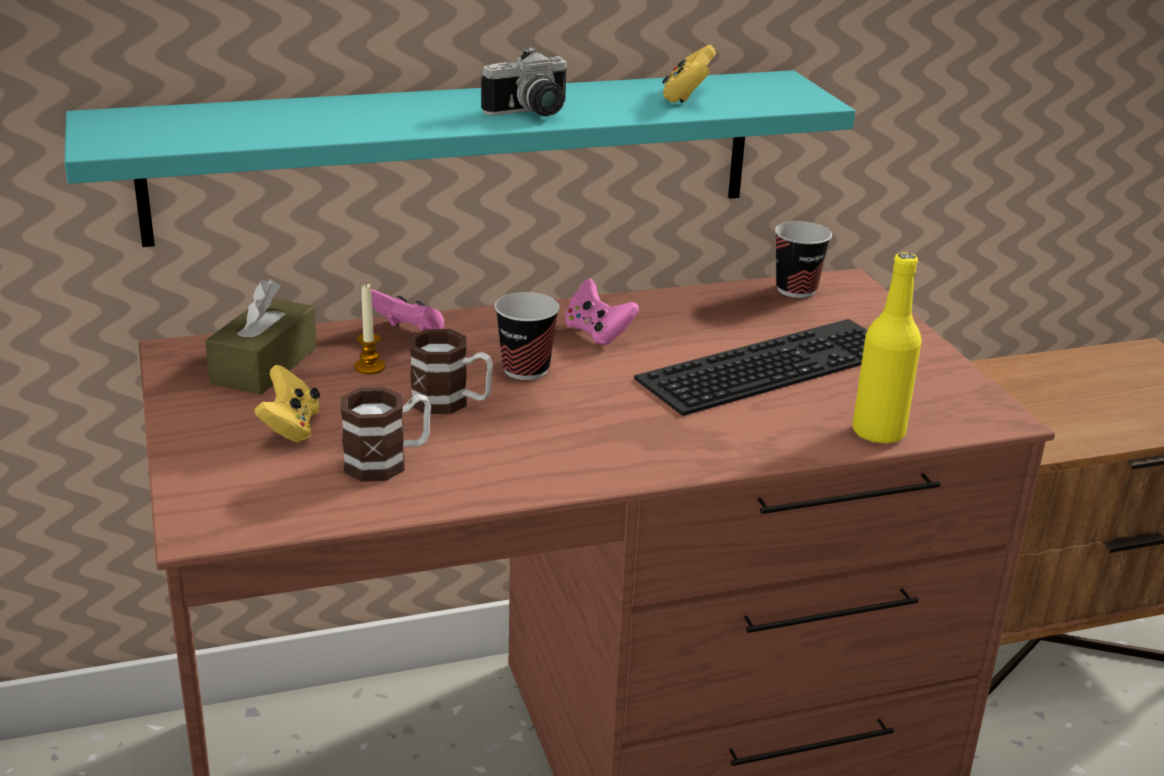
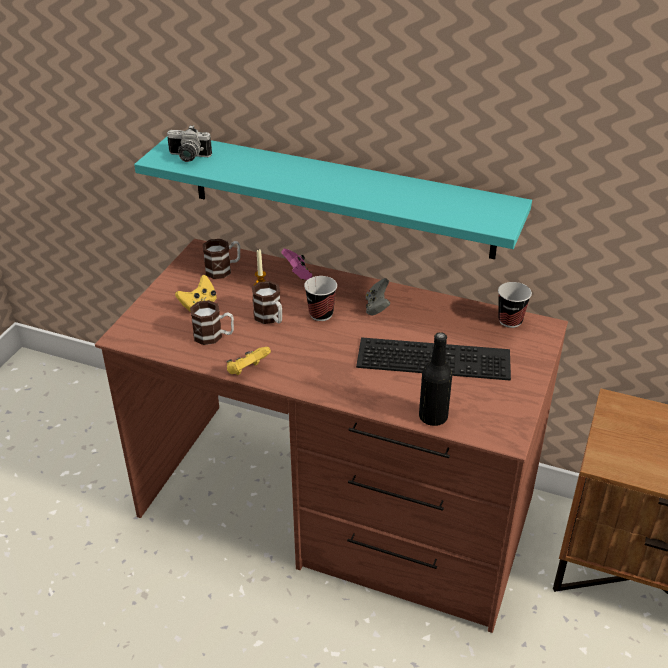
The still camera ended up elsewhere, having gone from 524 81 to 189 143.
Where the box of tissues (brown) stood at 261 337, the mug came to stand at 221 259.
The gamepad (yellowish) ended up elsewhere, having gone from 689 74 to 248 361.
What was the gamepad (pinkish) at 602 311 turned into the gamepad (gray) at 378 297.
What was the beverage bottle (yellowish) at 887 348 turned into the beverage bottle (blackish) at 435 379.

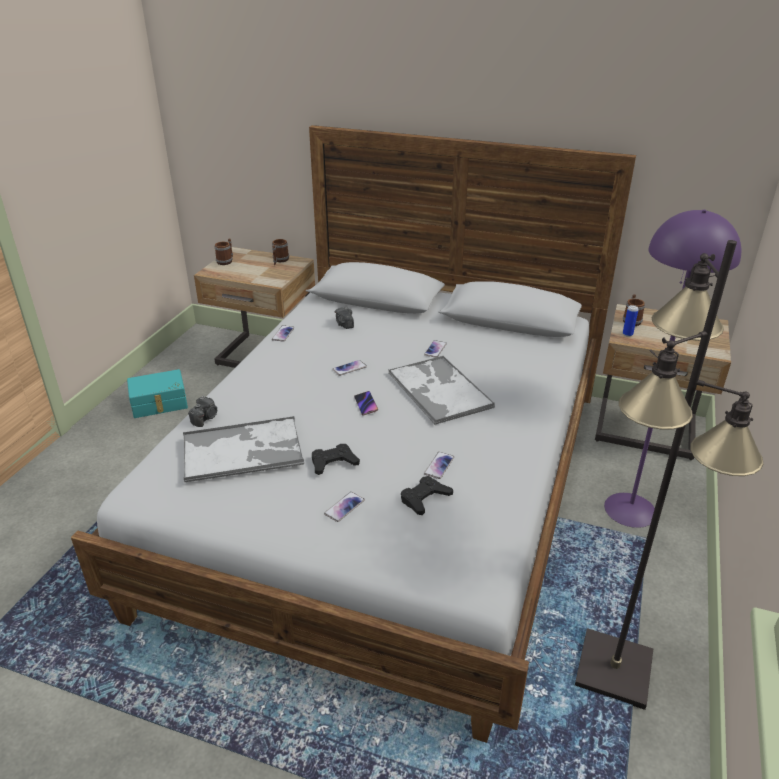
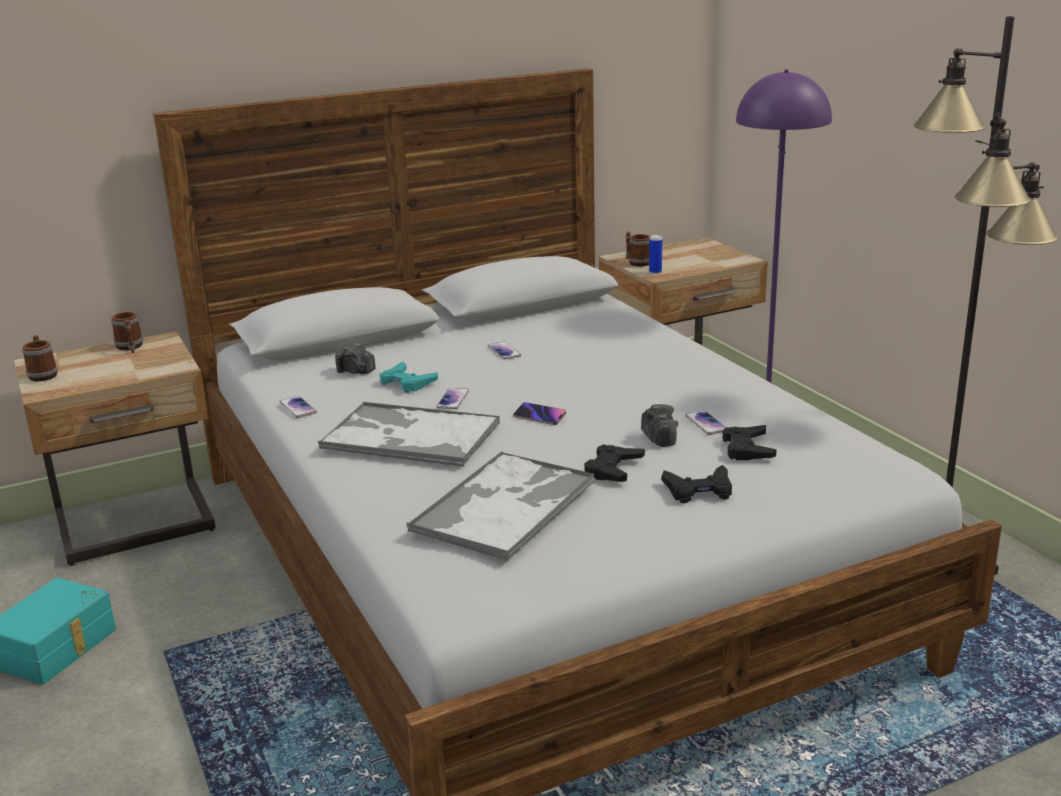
The tray ended up elsewhere, having gone from 441 390 to 408 434.
The second view gained the gamepad (turquoise) at 408 377.
The still camera ended up elsewhere, having gone from 202 411 to 659 425.
Where the phone stood at 344 507, the gamepad (blackish) came to stand at 697 484.

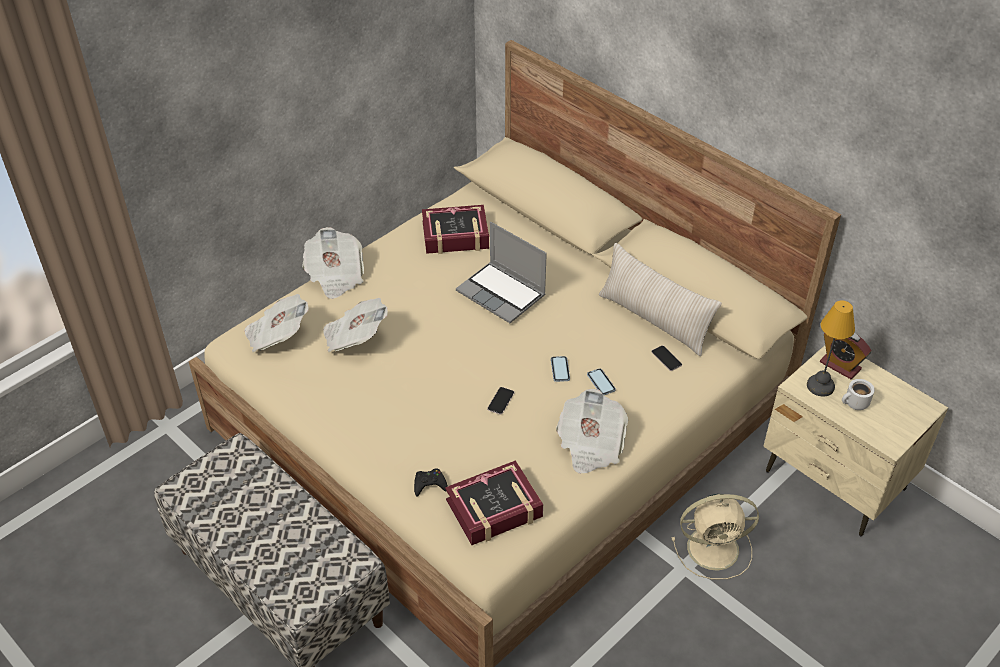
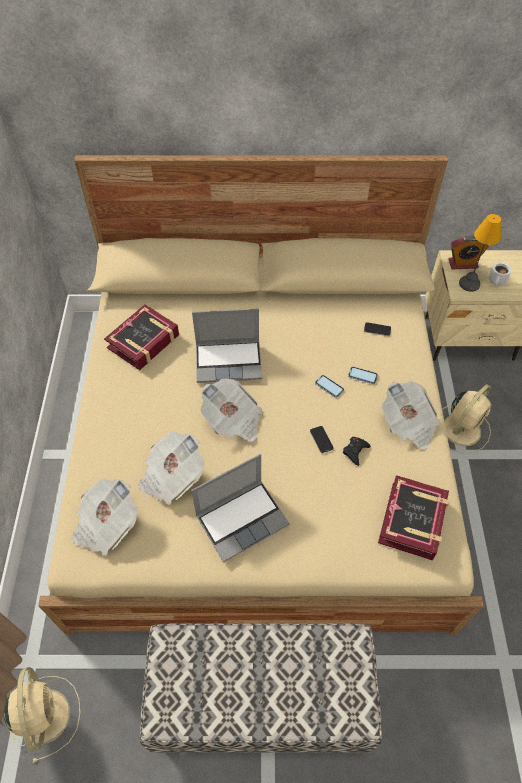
The second view gained the fan (beige) at 42 715.
The second view gained the notebook computer at 240 508.
The daily paper ended up elsewhere, having gone from 333 263 to 231 410.
The gamepad (blackish) ended up elsewhere, having gone from 431 482 to 357 451.
The second view lost the cushion (beige) at 660 299.

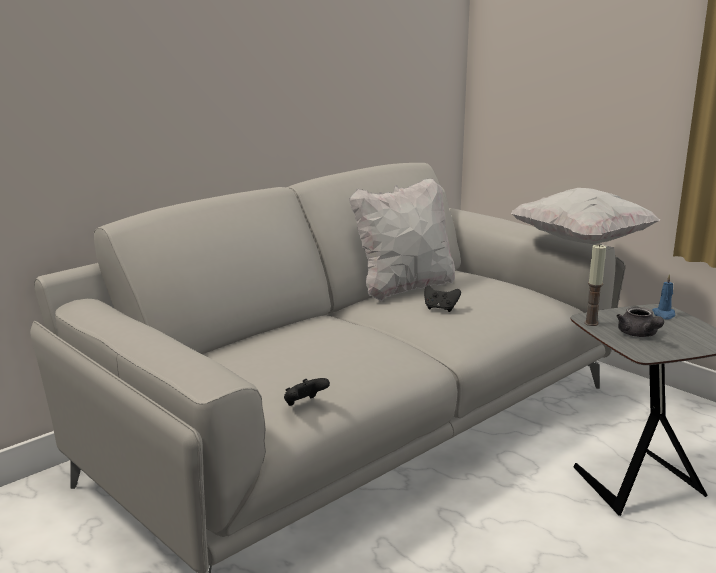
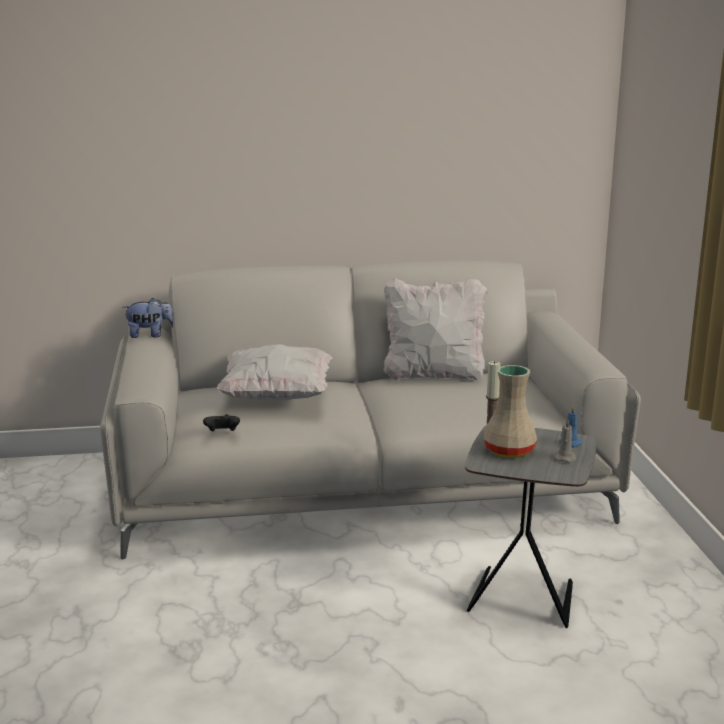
The second view gained the plush toy at 148 317.
The cushion (white) ended up elsewhere, having gone from 585 216 to 275 372.
Where the pot for tea (gray) stood at 640 322, the decorative vase (beige) came to stand at 510 411.
The second view gained the wax candle (gray) at 565 440.
The second view lost the gamepad (blackish) at 442 298.

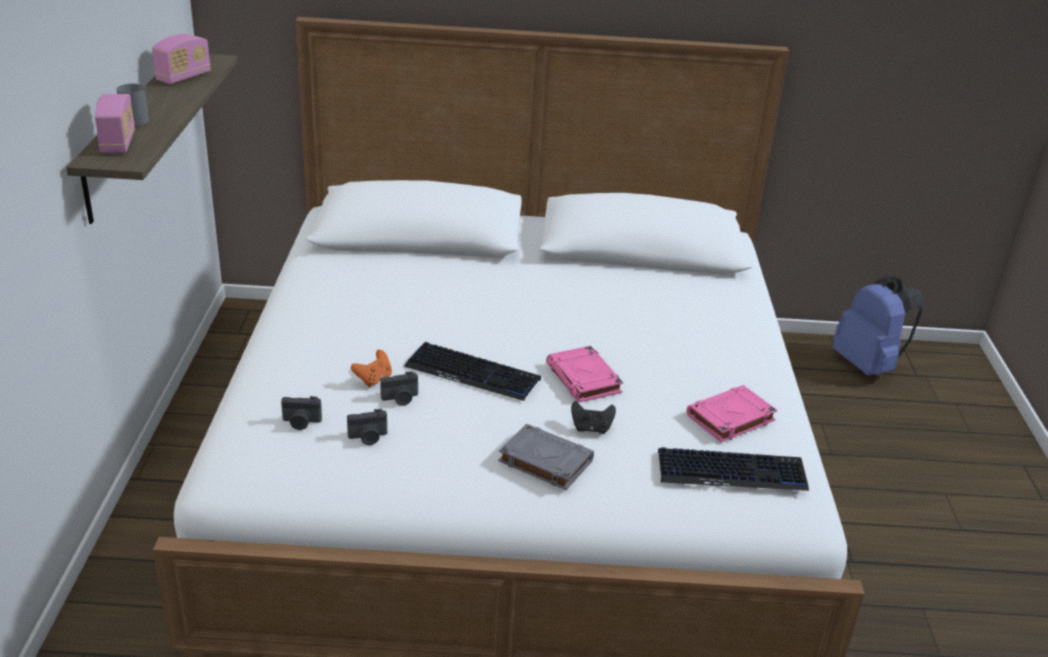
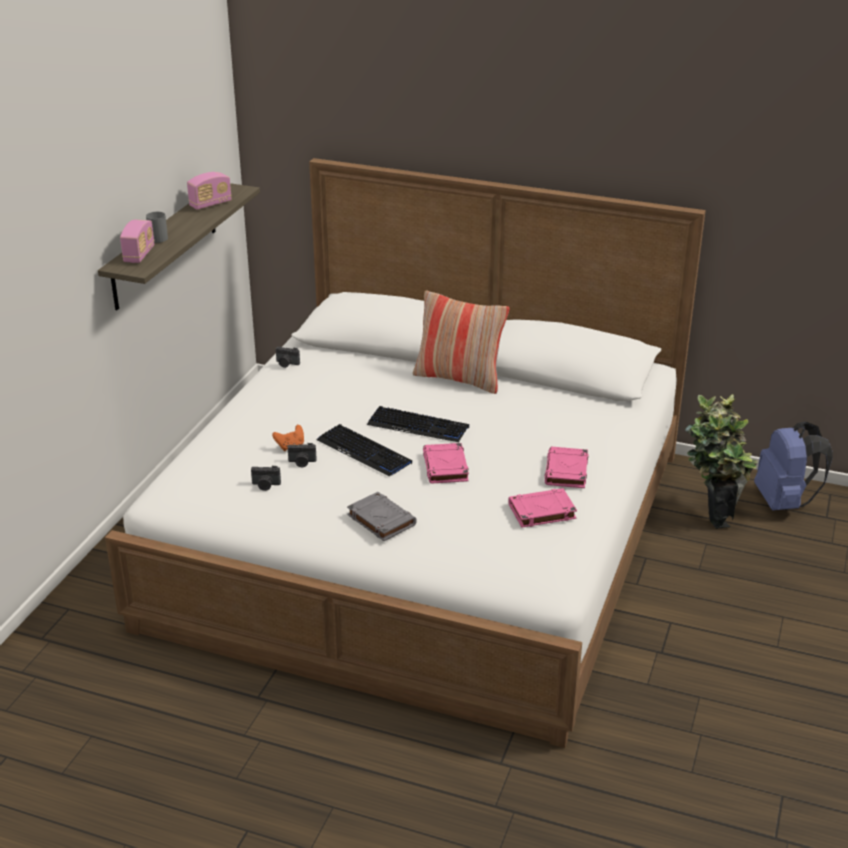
The still camera ended up elsewhere, having gone from 301 413 to 288 357.
The keyboard ended up elsewhere, having gone from 733 469 to 418 424.
The second view gained the cushion at 461 342.
The second view gained the volume (pinkish) at 567 467.
The second view gained the plant in a pot at 721 461.
The second view lost the gamepad (blackish) at 593 417.

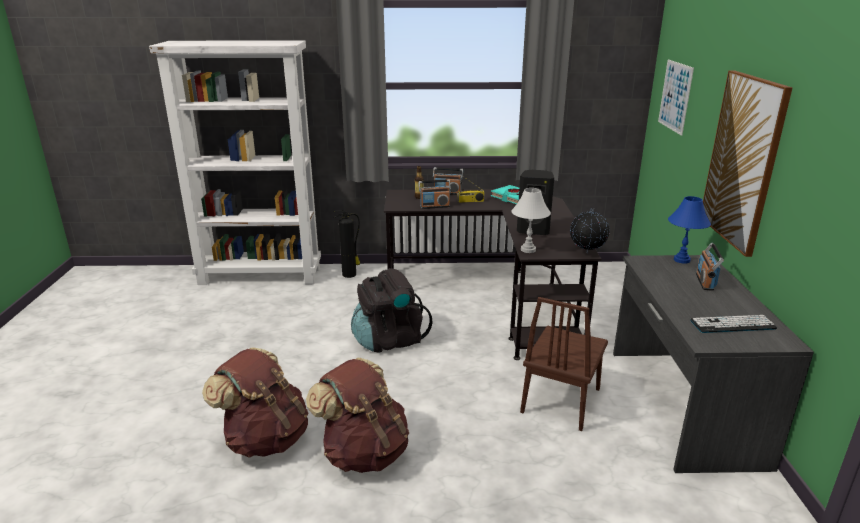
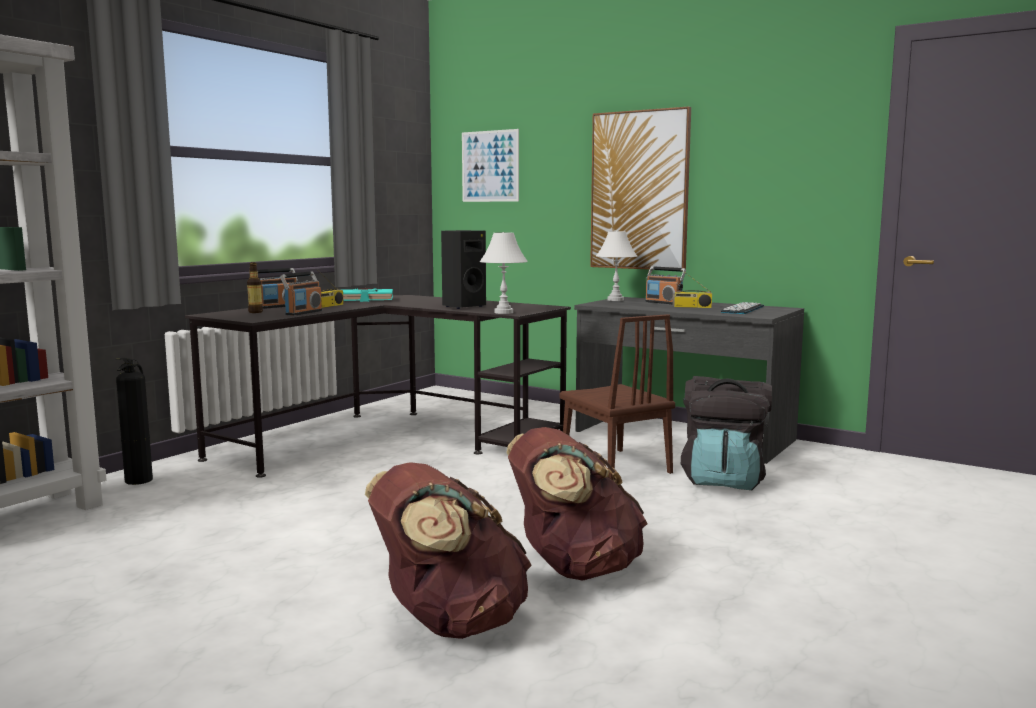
What was the table lamp (blue) at 689 230 turned into the table lamp (white) at 616 266.
The second view gained the radio at 692 289.
The rucksack (blackish) ended up elsewhere, having gone from 392 310 to 726 433.
The second view lost the world globe at 590 230.

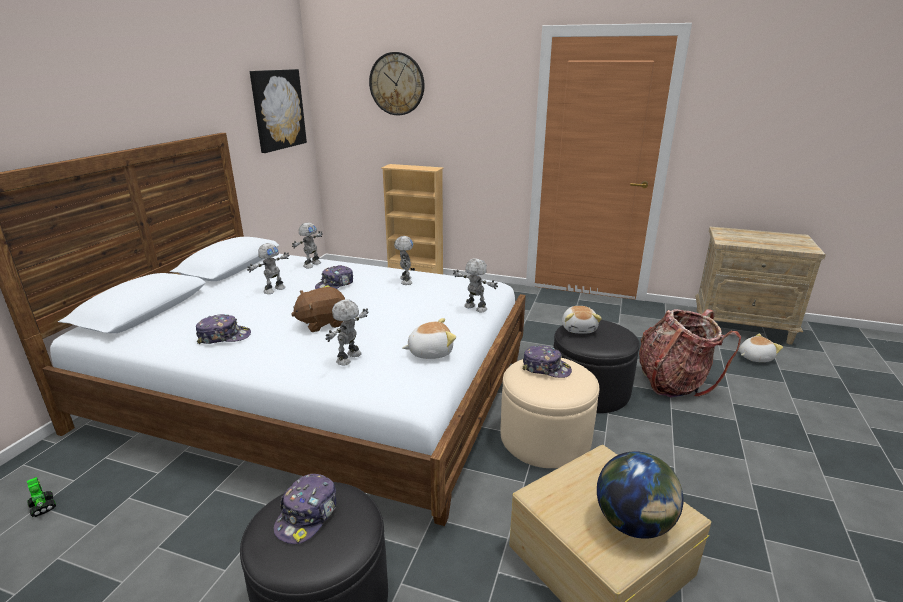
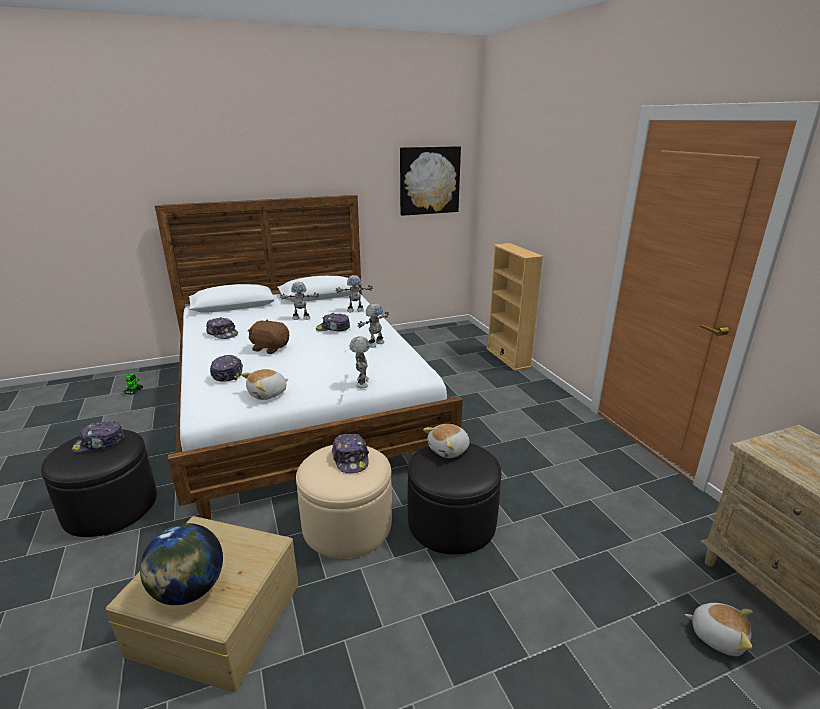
Where the robot figure stood at 347 332, the cap came to stand at 226 368.
The plush toy at 429 338 ended up facing another way, 105 degrees clockwise from before.
The second view lost the hanging clock at 396 83.
The second view lost the rucksack at 690 353.

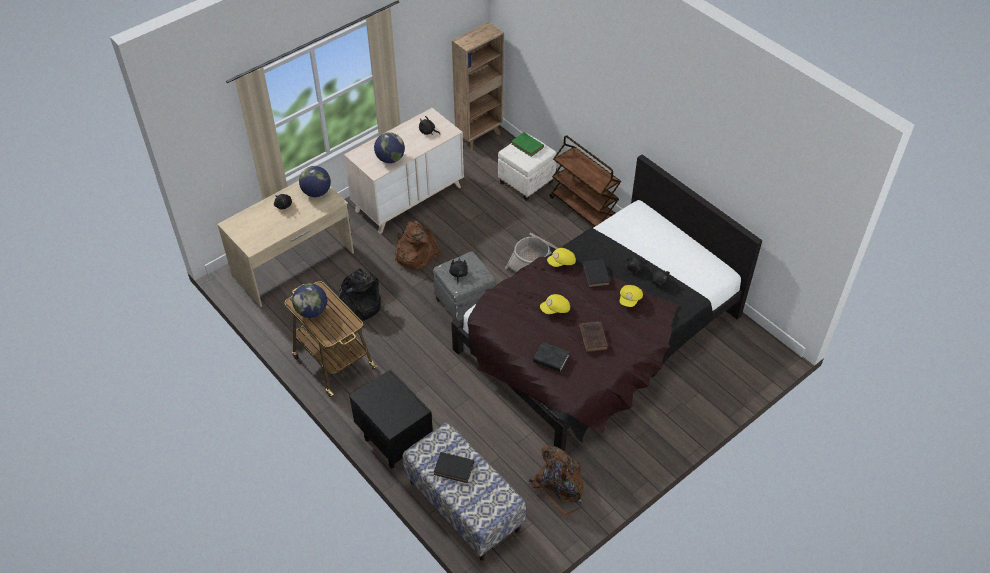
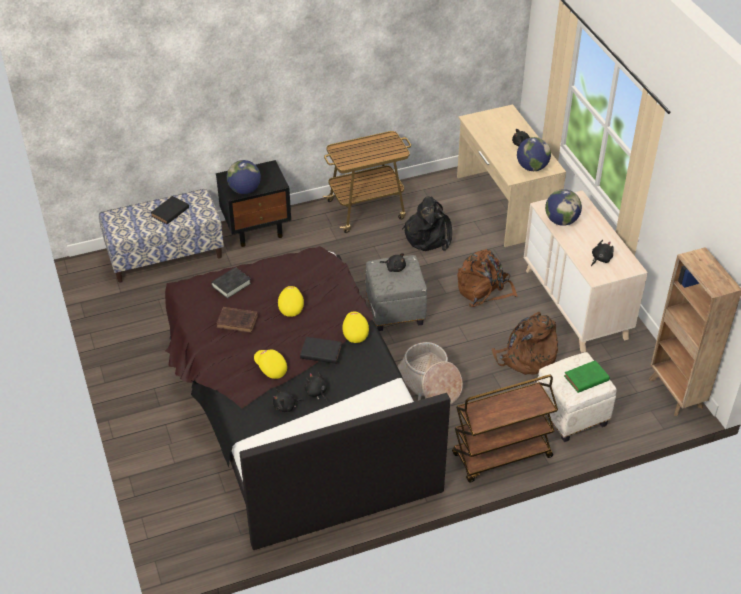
The world globe ended up elsewhere, having gone from 309 300 to 244 177.
The rucksack (brown) ended up elsewhere, having gone from 556 482 to 524 343.

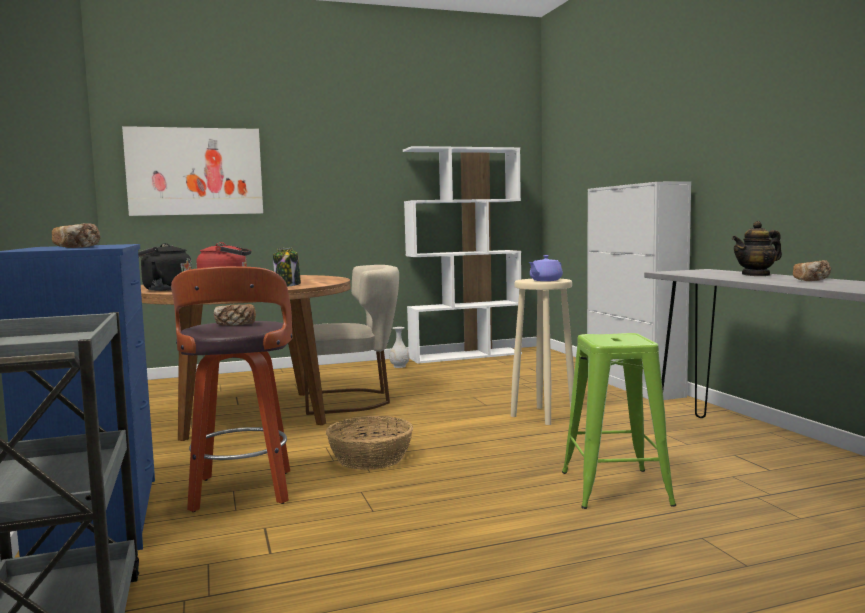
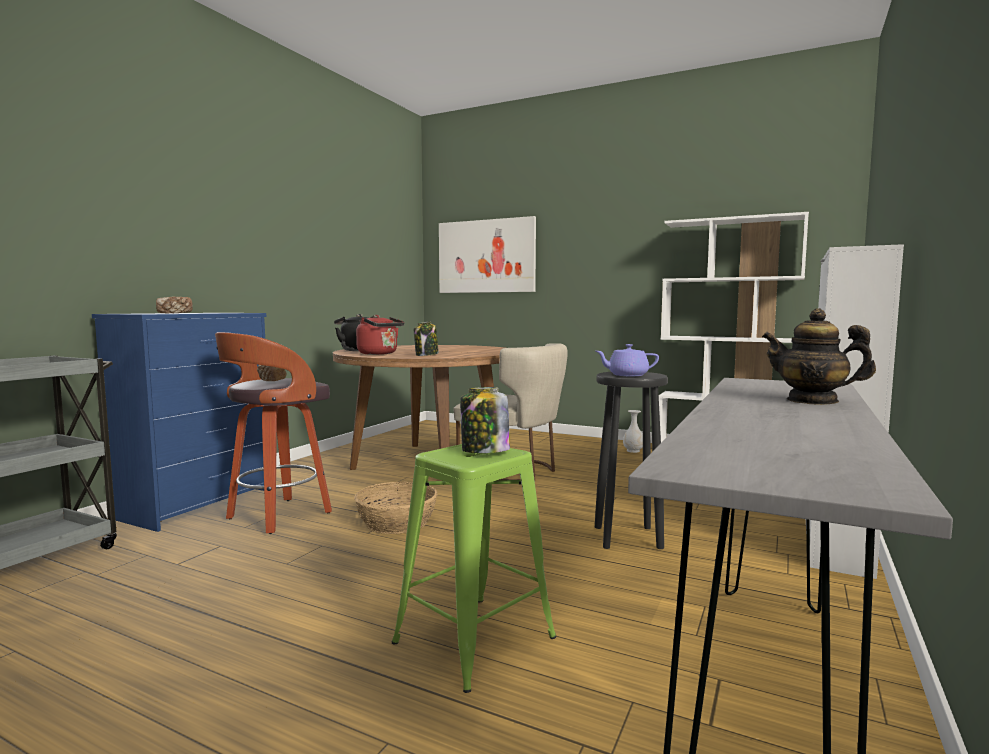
The second view gained the storage jar at 485 420.
What was the stool (beige) at 542 352 turned into the stool (blackish) at 631 460.
The second view lost the bakery bread at 812 270.

